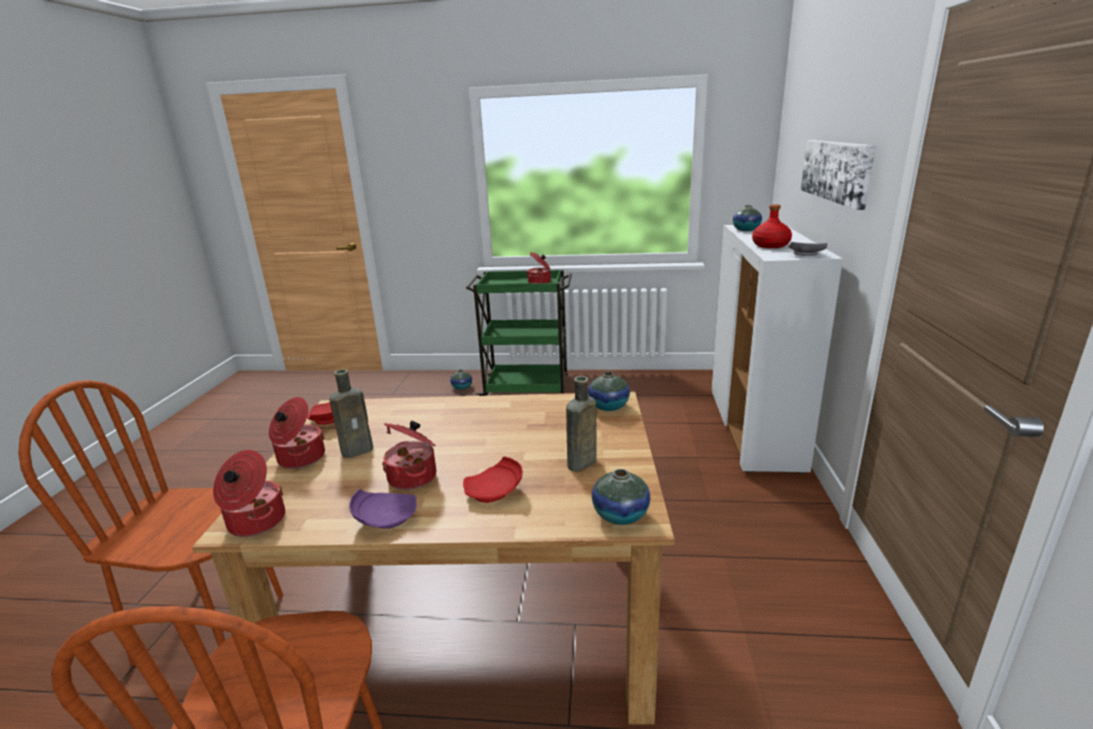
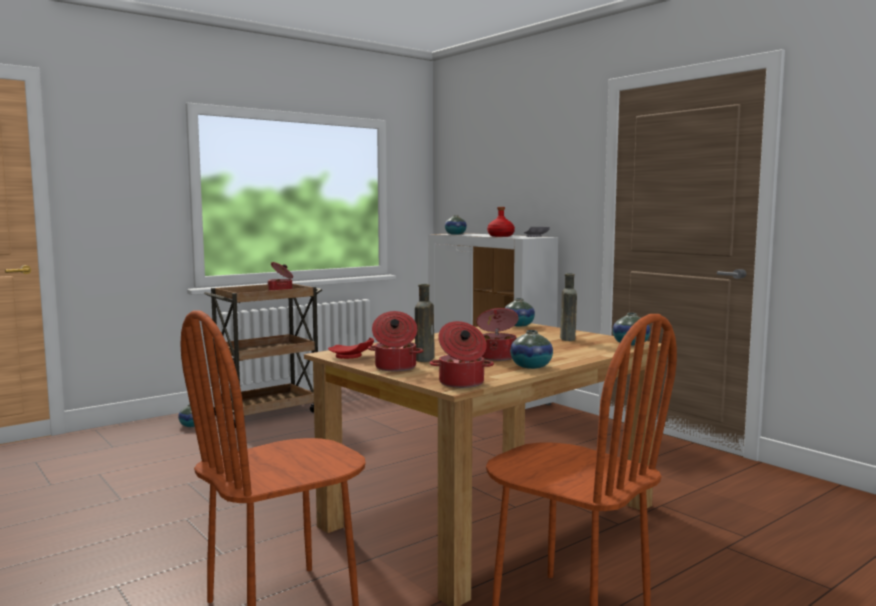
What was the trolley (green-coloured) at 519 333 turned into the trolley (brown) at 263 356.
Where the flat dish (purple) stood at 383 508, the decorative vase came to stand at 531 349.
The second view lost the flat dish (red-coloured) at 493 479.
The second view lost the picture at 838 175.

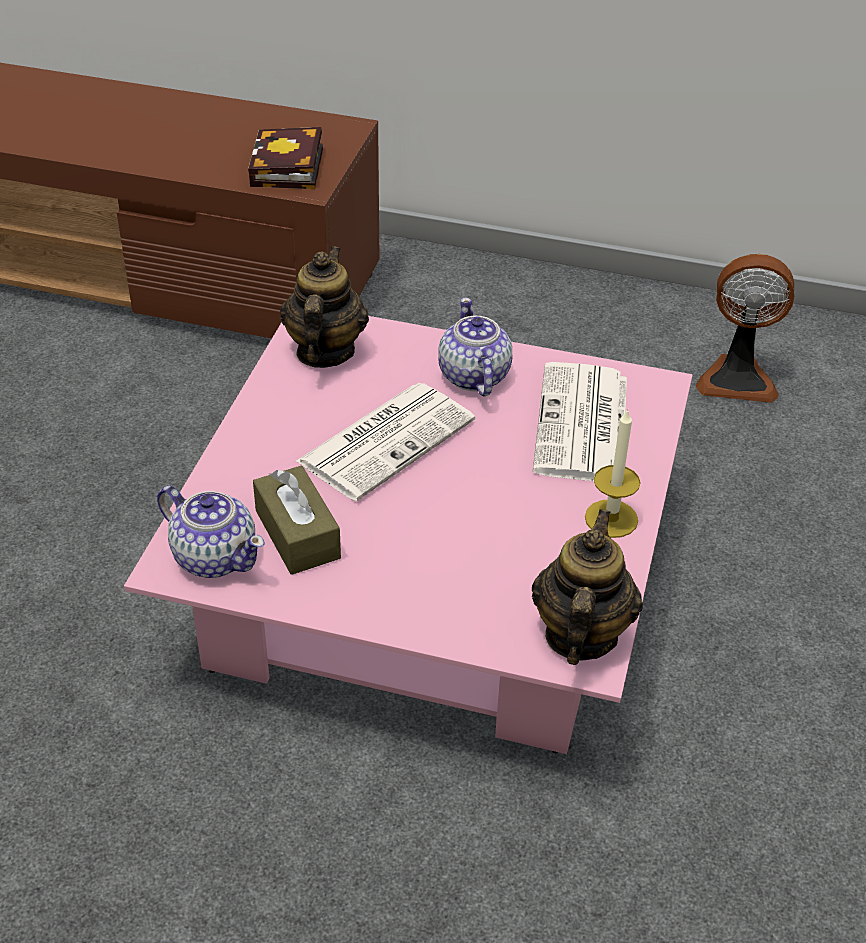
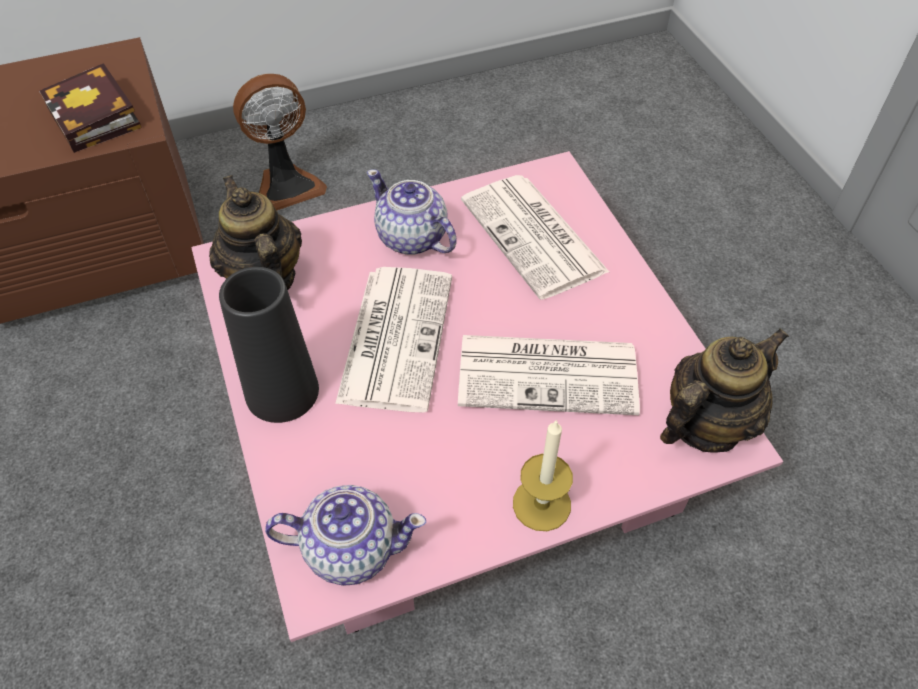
The second view gained the decorative vase (blackish) at 269 345.
The fan ended up elsewhere, having gone from 745 328 to 280 142.
The second view gained the daily paper at 549 375.
The wax candle ended up elsewhere, having gone from 612 473 to 543 475.
The pot for tea at 587 587 ended up facing another way, 75 degrees clockwise from before.
The second view lost the box of tissues (brown) at 297 520.

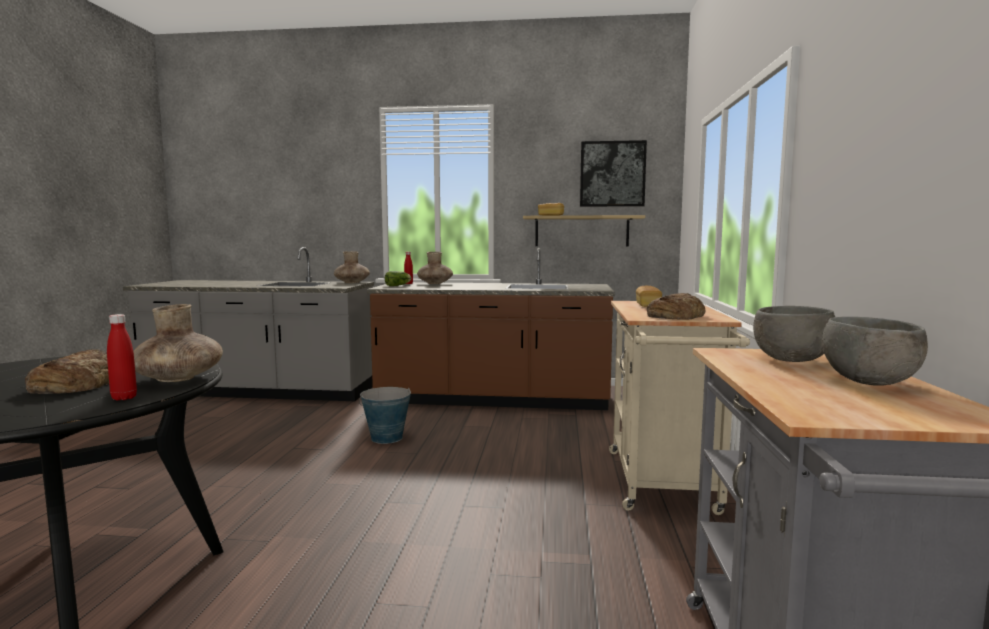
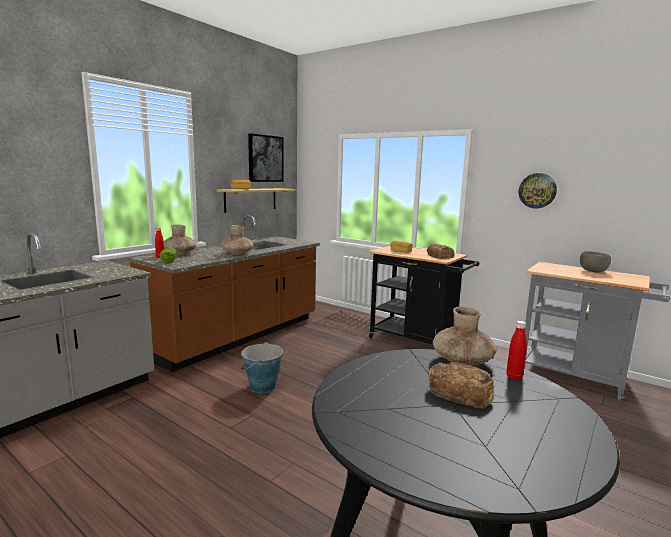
The decorative vase (brown) ended up elsewhere, having gone from 352 267 to 237 240.
What was the trolley (beige) at 679 408 turned into the trolley (blackish) at 423 295.
The second view gained the hanging clock at 538 191.
The second view lost the bowl (gray) at 794 334.

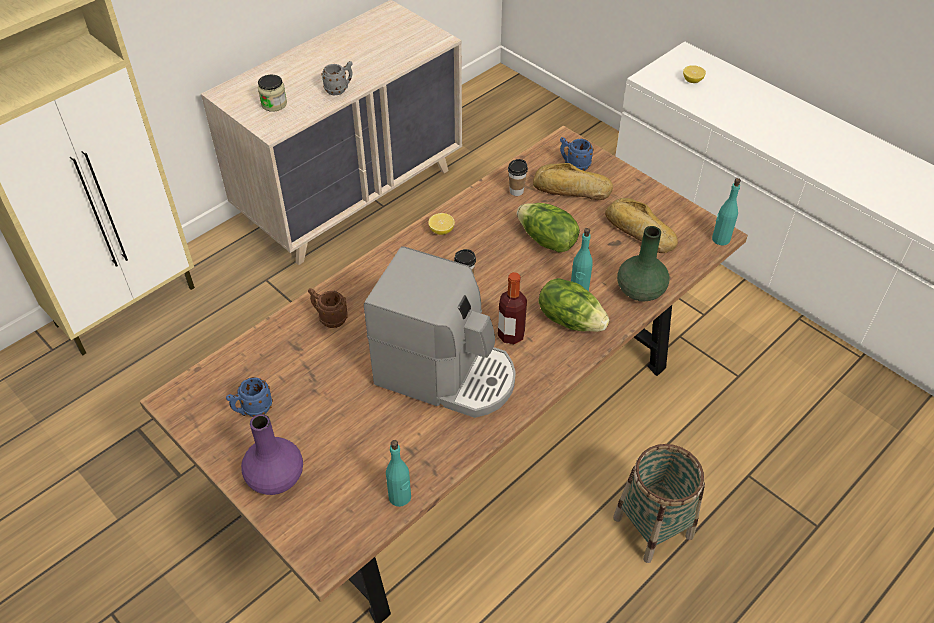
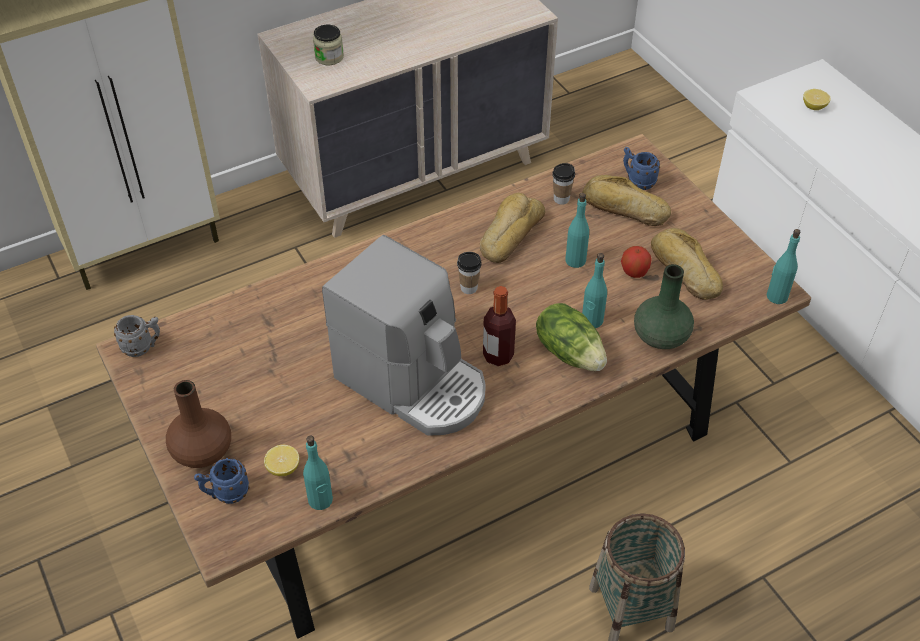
The mug (gray) ended up elsewhere, having gone from 337 78 to 137 336.
What was the decorative vase (purple) at 272 454 turned into the decorative vase (brown) at 198 424.
The mug (blue) ended up elsewhere, having gone from 249 397 to 221 481.
The citrus fruit ended up elsewhere, having gone from 442 224 to 281 460.
The second view gained the bakery bread at 512 228.
Where the head of lettuce stood at 548 228, the beverage bottle (turquoise) came to stand at 577 230.
The second view gained the apple fruit at 636 262.
The second view lost the mug (brown) at 328 308.

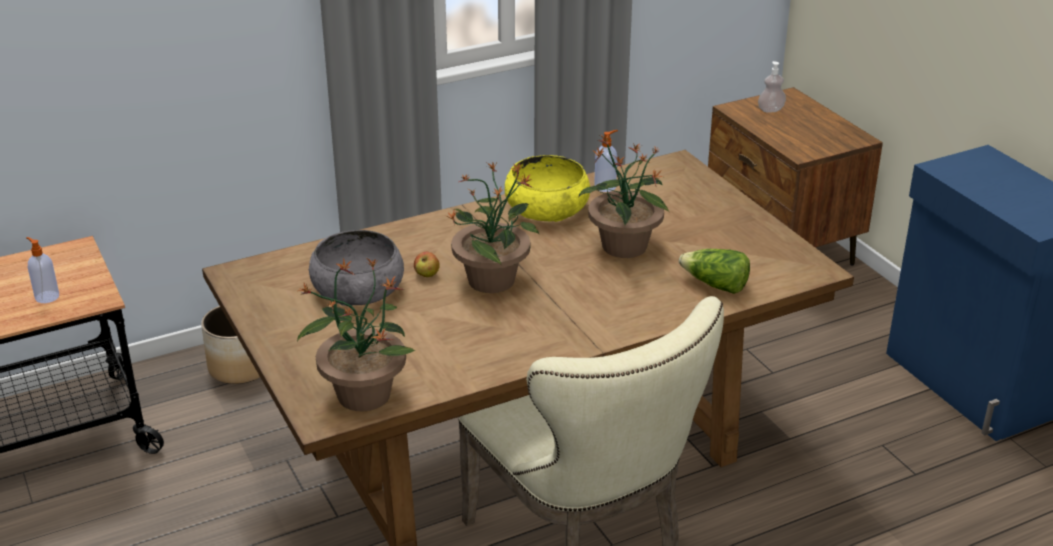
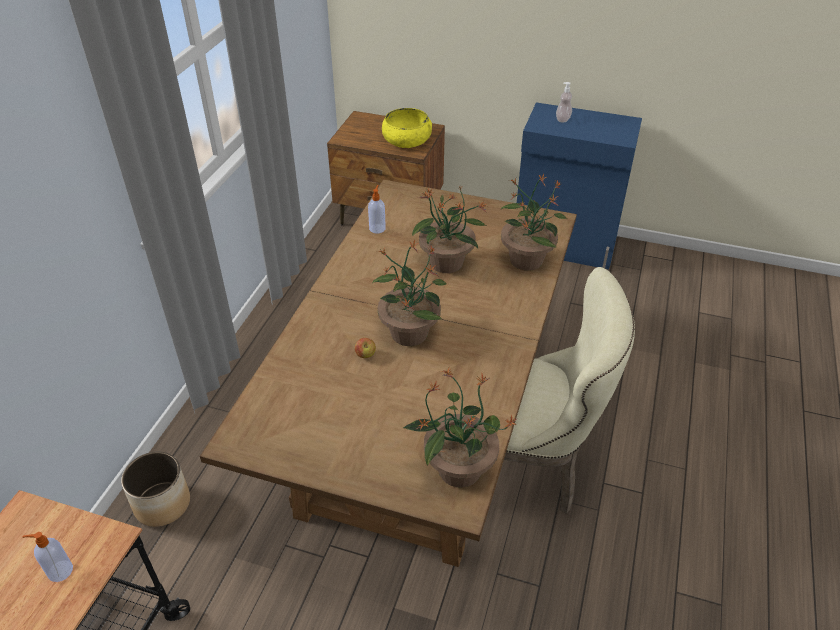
The bowl (yellowish) ended up elsewhere, having gone from 547 188 to 407 128.
Where the head of lettuce stood at 714 271, the plant in a pot came to stand at 533 222.
The soap bottle ended up elsewhere, having gone from 772 87 to 564 102.
The second view lost the bowl (gray) at 356 268.

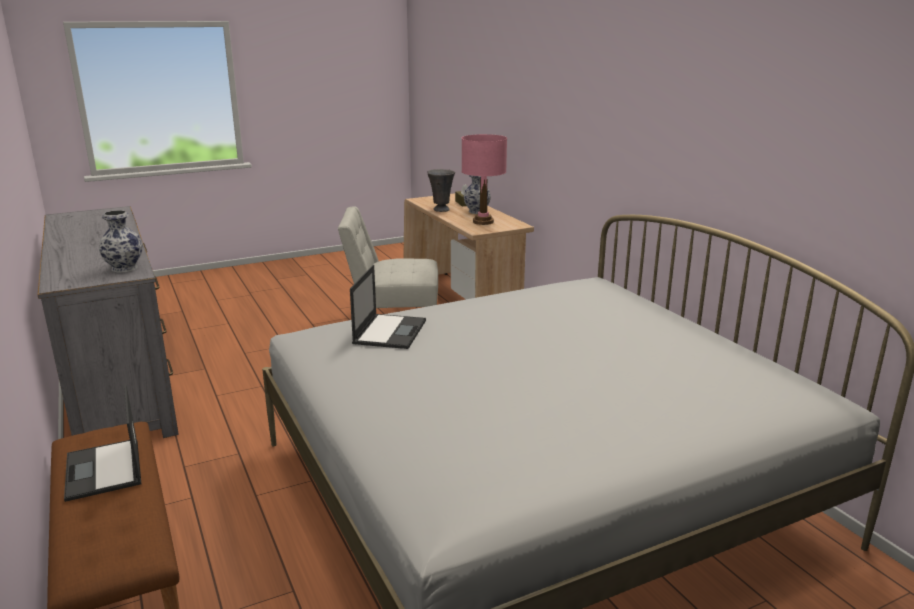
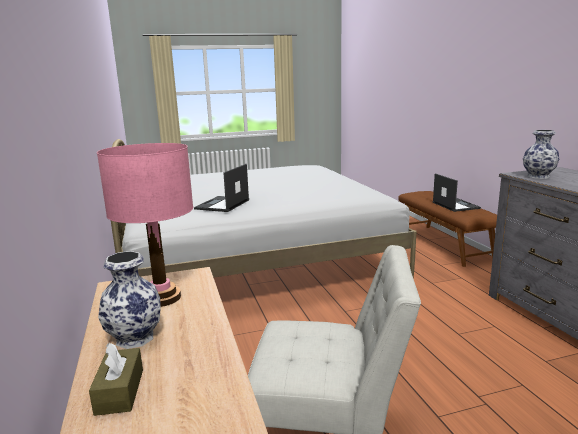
The notebook computer ended up elsewhere, having gone from 388 307 to 221 188.
The second view lost the decorative vase (gray) at 441 190.

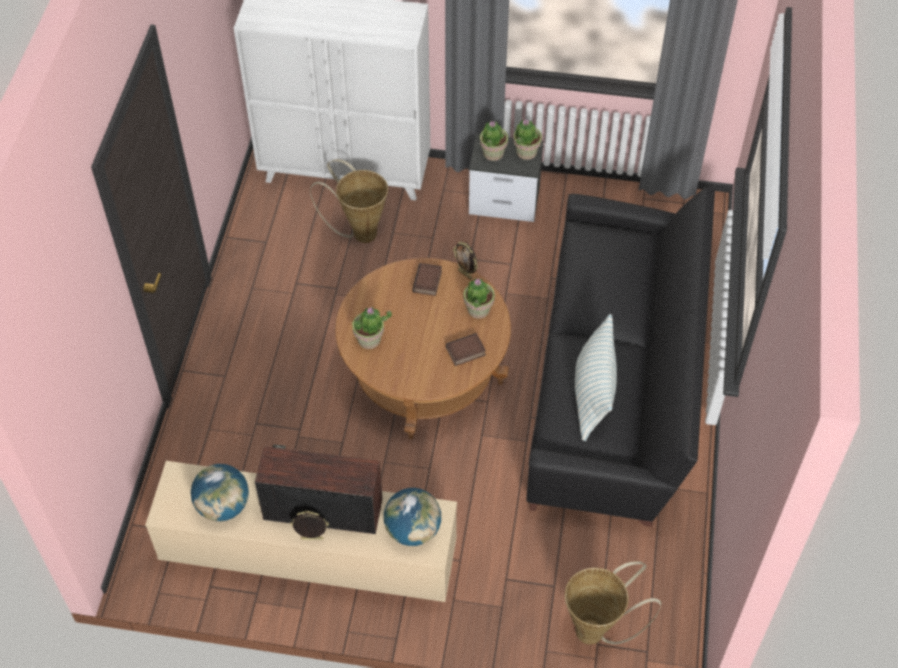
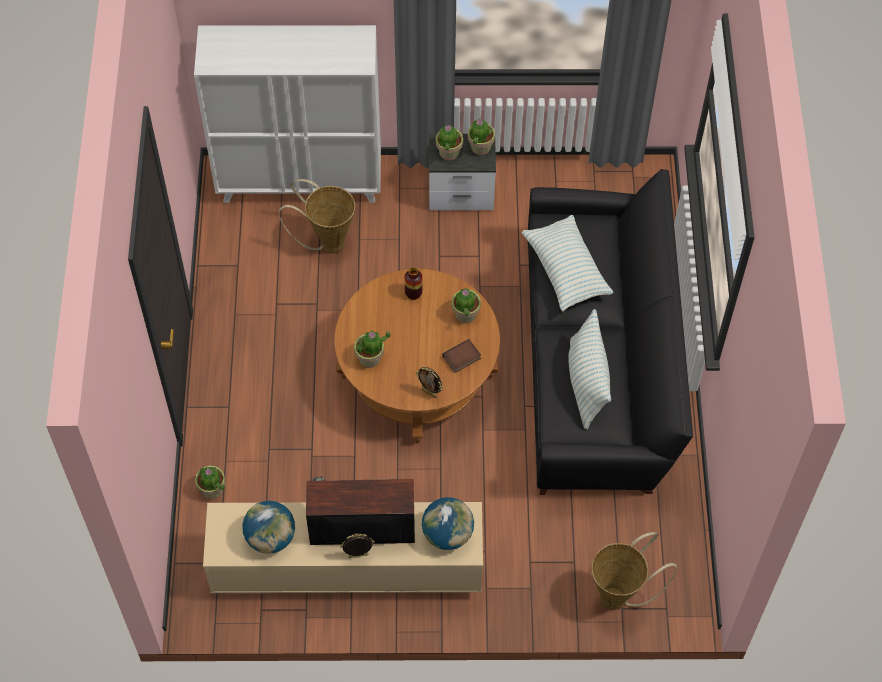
The second view gained the plant in a pot at 210 482.
Where the volume stood at 427 279, the decorative vase came to stand at 413 283.
The photo frame ended up elsewhere, having gone from 465 261 to 429 382.
The second view gained the cushion at 568 263.

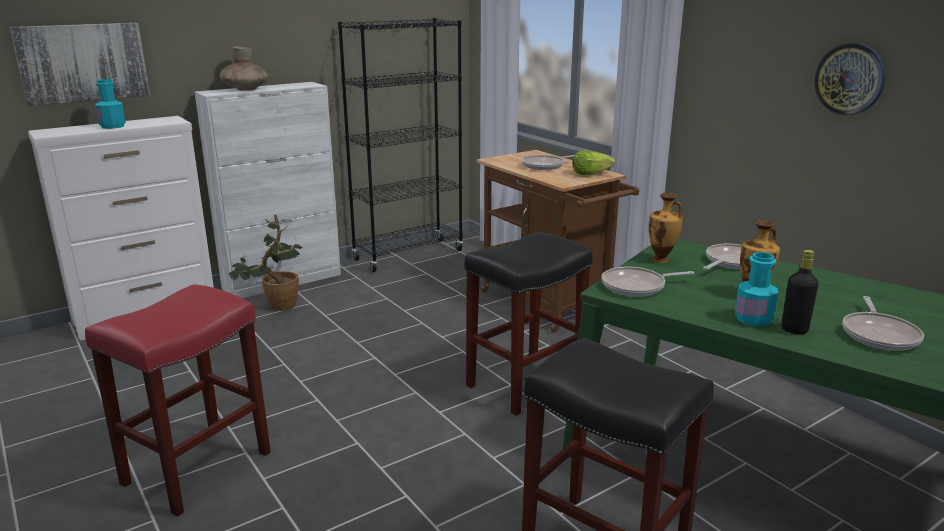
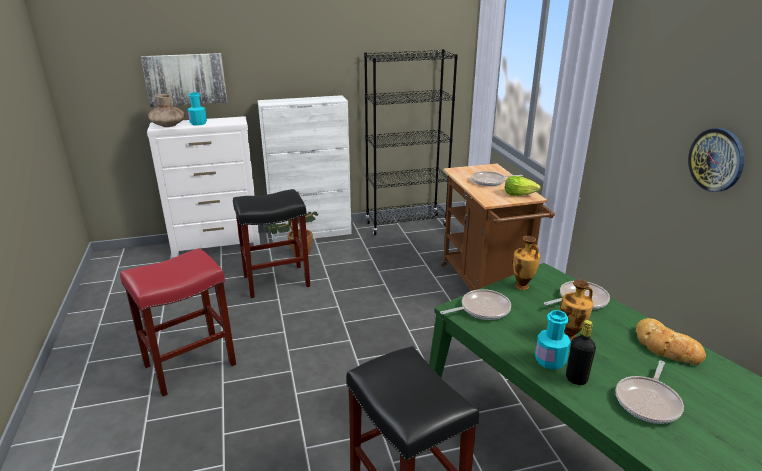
The decorative vase (brown) ended up elsewhere, having gone from 244 68 to 166 110.
The stool (blackish) ended up elsewhere, having gone from 528 324 to 271 243.
The frying pan at 647 282 ended up facing another way, 150 degrees clockwise from before.
The second view gained the bakery bread at 671 341.

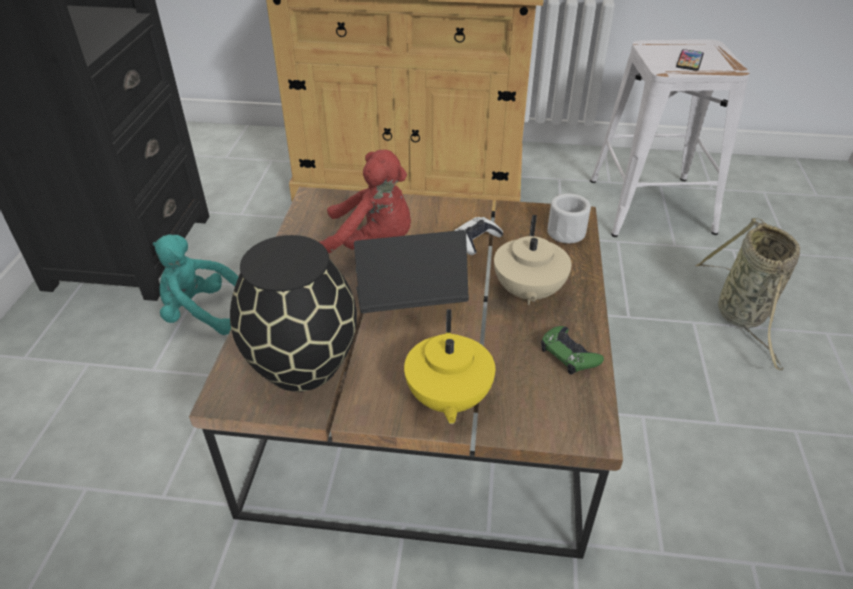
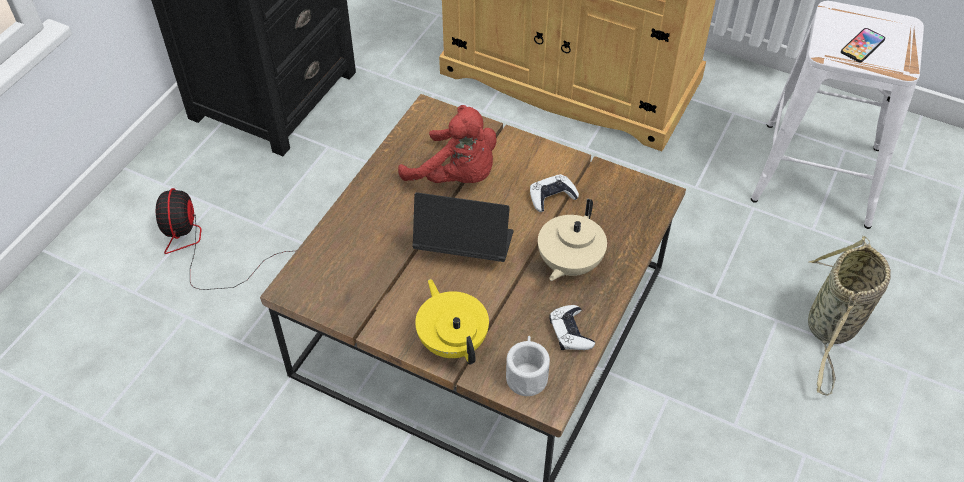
The second view gained the fan at 223 239.
The pot for tea (yellowish) at 449 366 ended up facing another way, 135 degrees clockwise from before.
The mug (white) ended up elsewhere, having gone from 569 218 to 528 366.
What was the gamepad (green-coloured) at 572 350 turned into the gamepad (white) at 572 327.
The second view lost the plush toy (turquoise) at 196 284.
The second view lost the decorative vase (blackish) at 293 313.

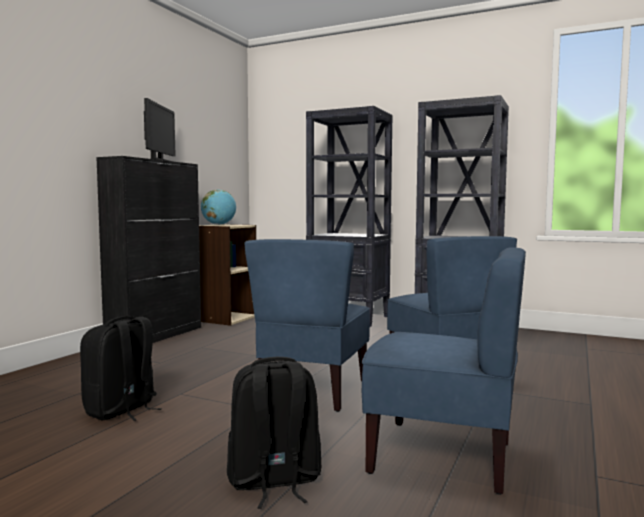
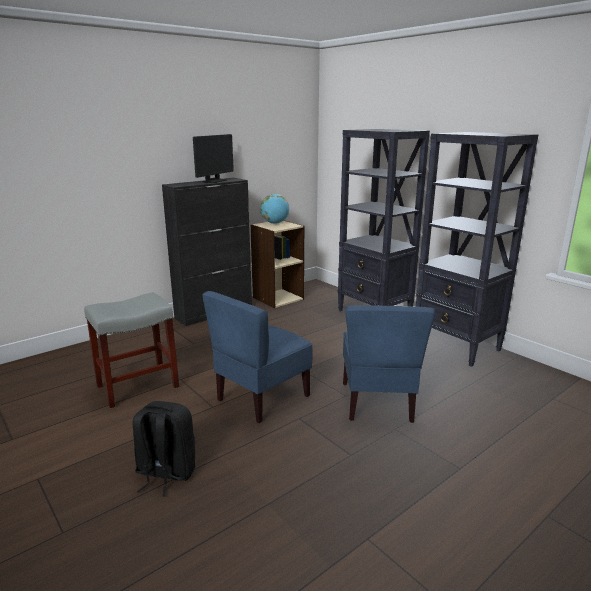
Where the rucksack (blackish) stood at 121 368, the stool (gray) came to stand at 131 351.
The second view lost the chair (blue) at 444 371.

